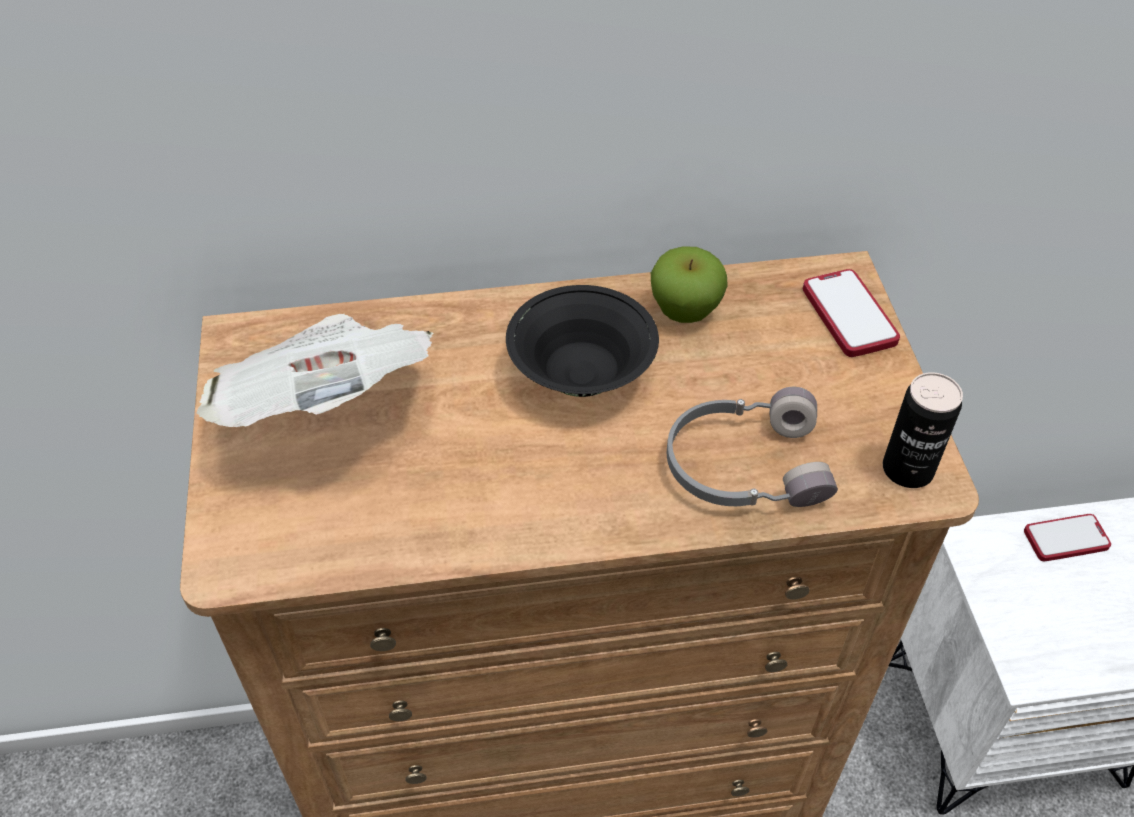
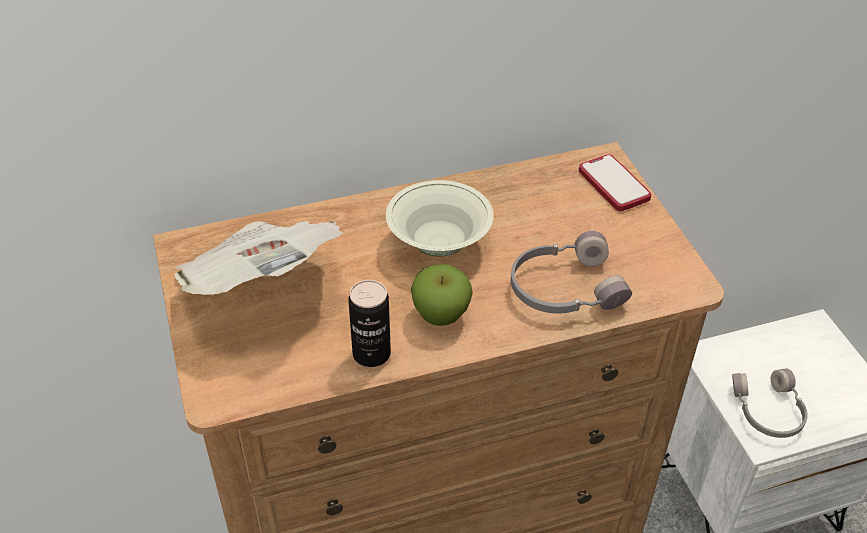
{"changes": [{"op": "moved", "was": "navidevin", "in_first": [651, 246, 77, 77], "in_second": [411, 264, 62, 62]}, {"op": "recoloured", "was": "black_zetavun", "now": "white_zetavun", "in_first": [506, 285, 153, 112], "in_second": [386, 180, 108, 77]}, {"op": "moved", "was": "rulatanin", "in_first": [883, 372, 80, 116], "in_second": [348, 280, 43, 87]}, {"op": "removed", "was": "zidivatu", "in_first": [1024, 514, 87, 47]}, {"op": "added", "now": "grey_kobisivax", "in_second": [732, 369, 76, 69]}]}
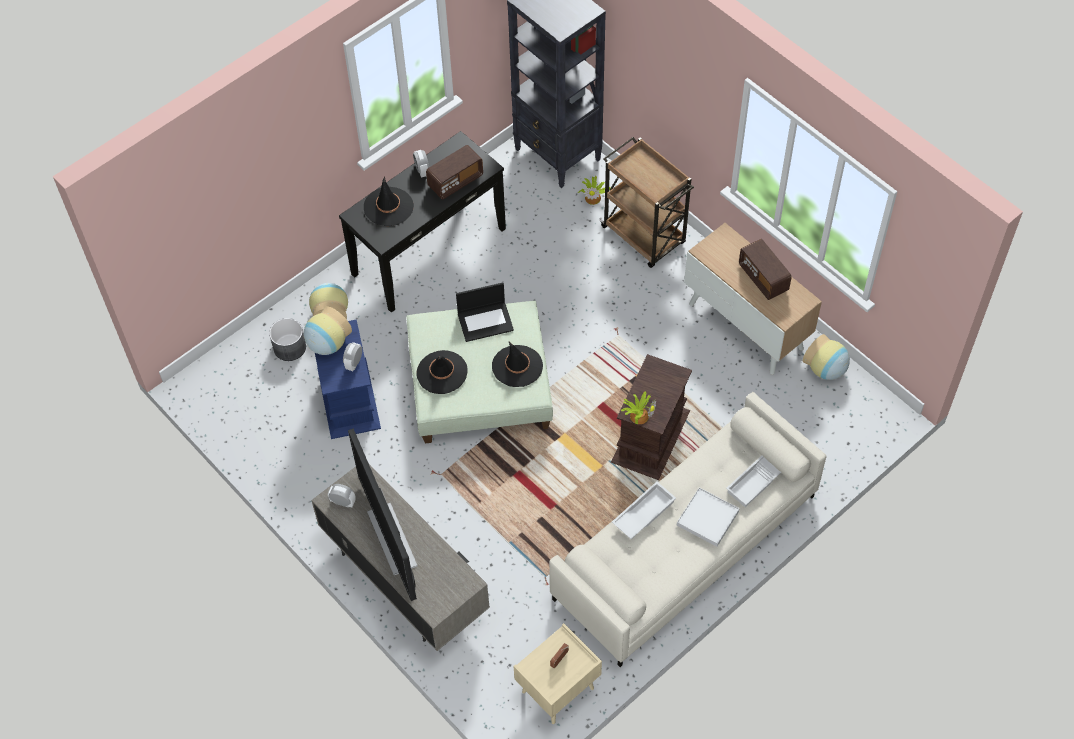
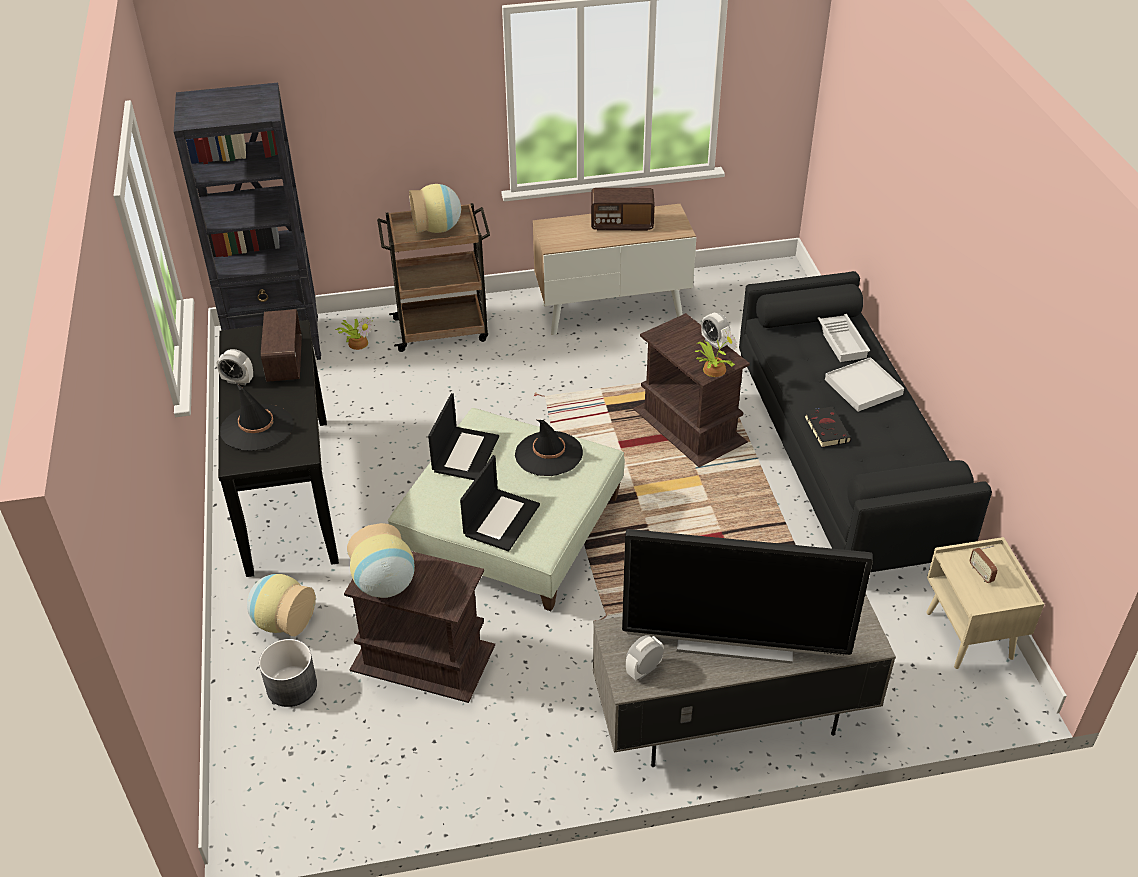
{"changes": [{"op": "recoloured", "was": "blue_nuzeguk", "now": "brown_nuzeguk", "in_first": [315, 319, 66, 120], "in_second": [344, 551, 151, 152]}, {"op": "moved", "was": "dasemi", "in_first": [803, 334, 47, 46], "in_second": [409, 184, 52, 49]}, {"op": "moved", "was": "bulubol", "in_first": [343, 342, 19, 29], "in_second": [701, 313, 29, 36]}, {"op": "replaced", "was": "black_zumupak", "now": "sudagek", "in_first": [417, 350, 51, 44], "in_second": [460, 455, 80, 97]}, {"op": "recoloured", "was": "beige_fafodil", "now": "black_fafodil", "in_first": [549, 392, 278, 275], "in_second": [739, 271, 253, 301]}, {"op": "replaced", "was": "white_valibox", "now": "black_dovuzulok", "in_first": [612, 482, 64, 57], "in_second": [804, 407, 47, 41]}]}
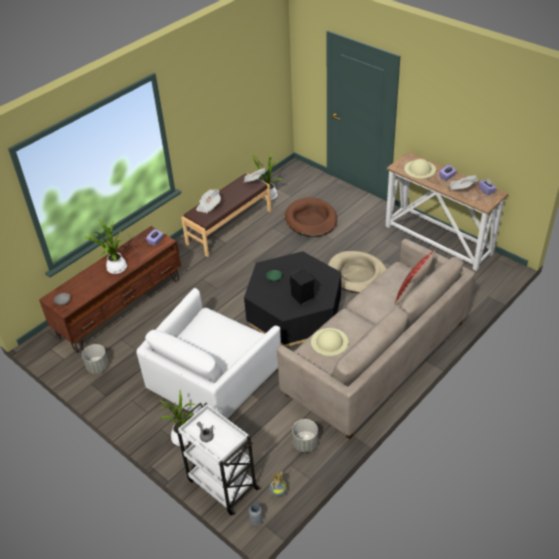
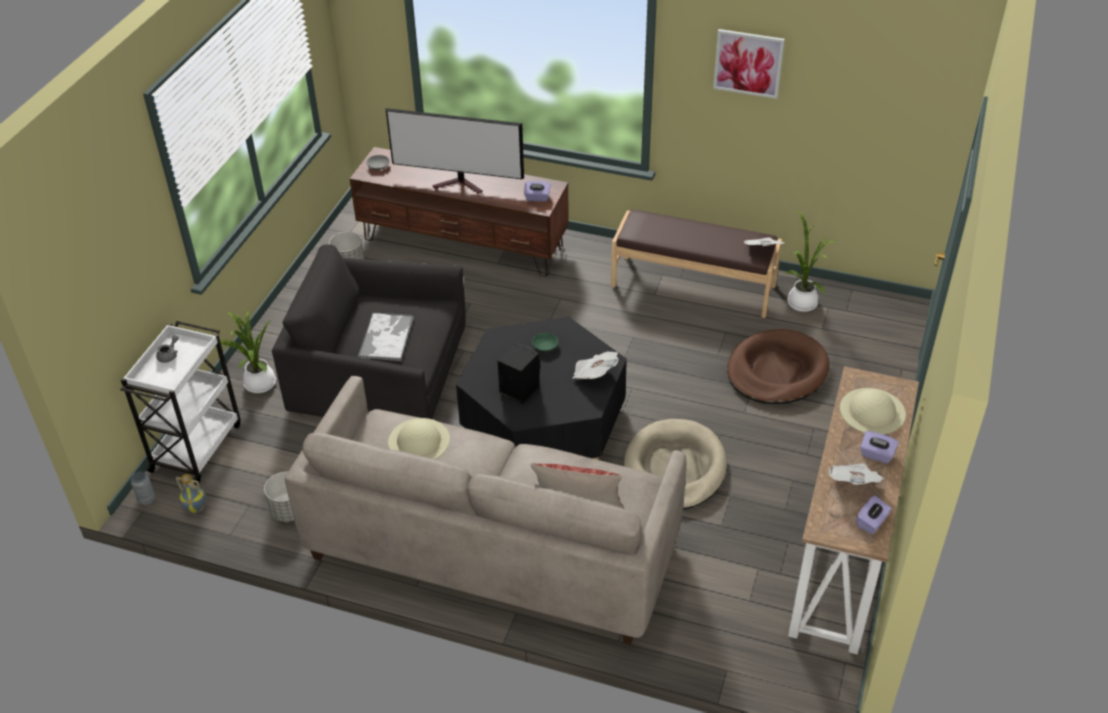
{"changes": [{"op": "moved", "was": "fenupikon", "in_first": [196, 189, 25, 25], "in_second": [572, 351, 46, 28]}, {"op": "replaced", "was": "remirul", "now": "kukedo", "in_first": [85, 219, 42, 55], "in_second": [386, 108, 138, 86]}, {"op": "recoloured", "was": "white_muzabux", "now": "black_muzabux", "in_first": [136, 288, 145, 131], "in_second": [272, 244, 194, 175]}, {"op": "added", "now": "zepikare", "in_second": [713, 29, 72, 70]}, {"op": "added", "now": "valibox", "in_second": [358, 313, 56, 48]}]}
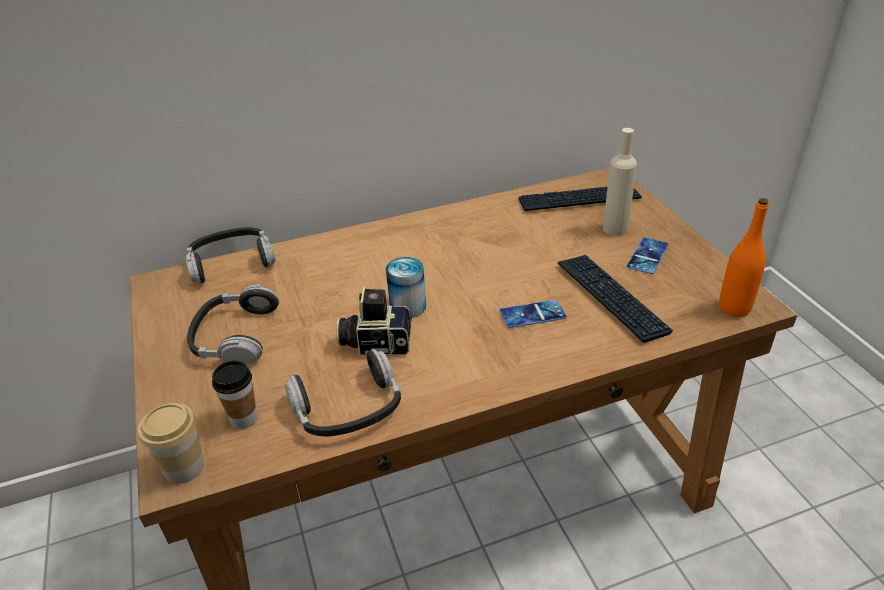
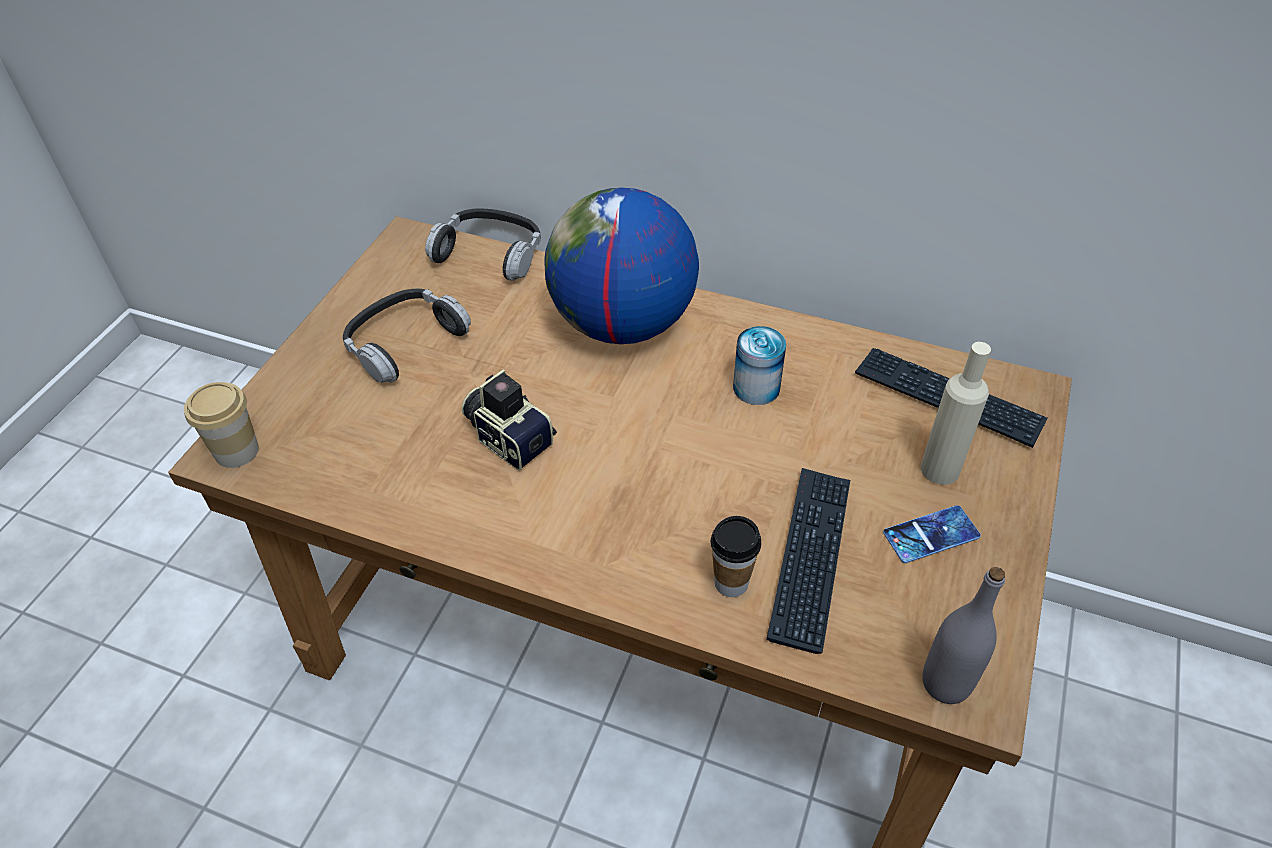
{"changes": [{"op": "recoloured", "was": "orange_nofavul", "now": "grey_nofavul", "in_first": [719, 198, 50, 119], "in_second": [922, 567, 83, 137]}, {"op": "moved", "was": "rulatanin", "in_first": [386, 257, 40, 61], "in_second": [733, 326, 53, 79]}, {"op": "removed", "was": "zidivatu", "in_first": [500, 300, 66, 28]}, {"op": "removed", "was": "kobisivax", "in_first": [285, 349, 116, 88]}, {"op": "moved", "was": "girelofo", "in_first": [212, 360, 45, 69], "in_second": [711, 516, 50, 81]}, {"op": "added", "now": "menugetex", "in_second": [544, 187, 155, 157]}]}
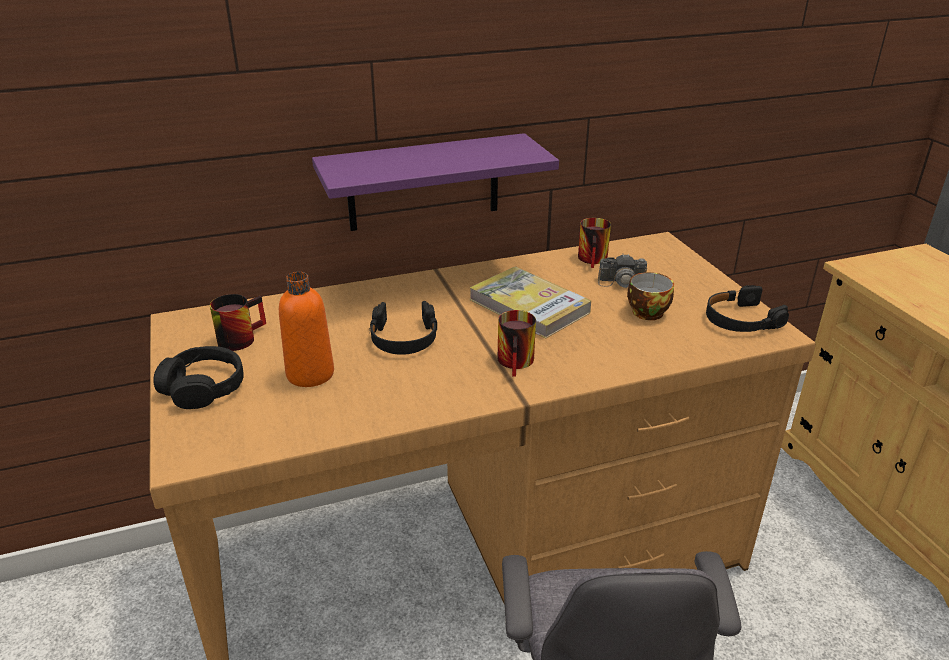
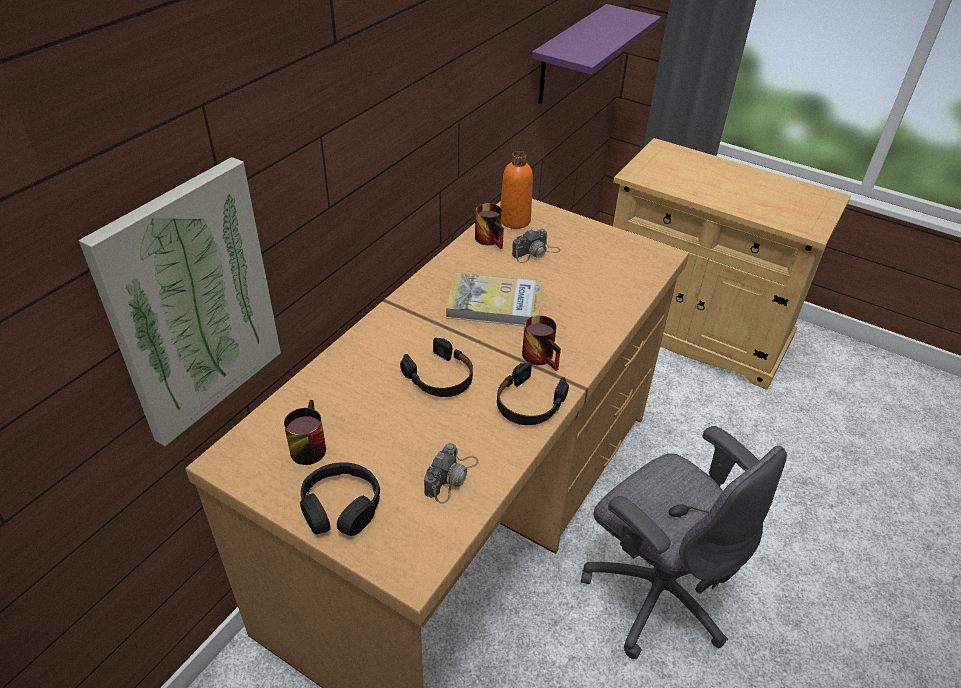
{"changes": [{"op": "moved", "was": "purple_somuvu", "in_first": [312, 133, 247, 98], "in_second": [532, 4, 129, 100]}, {"op": "moved", "was": "orange_nofavul", "in_first": [279, 272, 55, 115], "in_second": [500, 151, 33, 78]}, {"op": "removed", "was": "girelofo", "in_first": [627, 272, 47, 48]}, {"op": "moved", "was": "black_kobisivax", "in_first": [706, 285, 83, 47], "in_second": [497, 362, 72, 63]}, {"op": "added", "now": "zepikare", "in_second": [78, 157, 203, 289]}, {"op": "added", "now": "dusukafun", "in_second": [424, 443, 55, 61]}]}
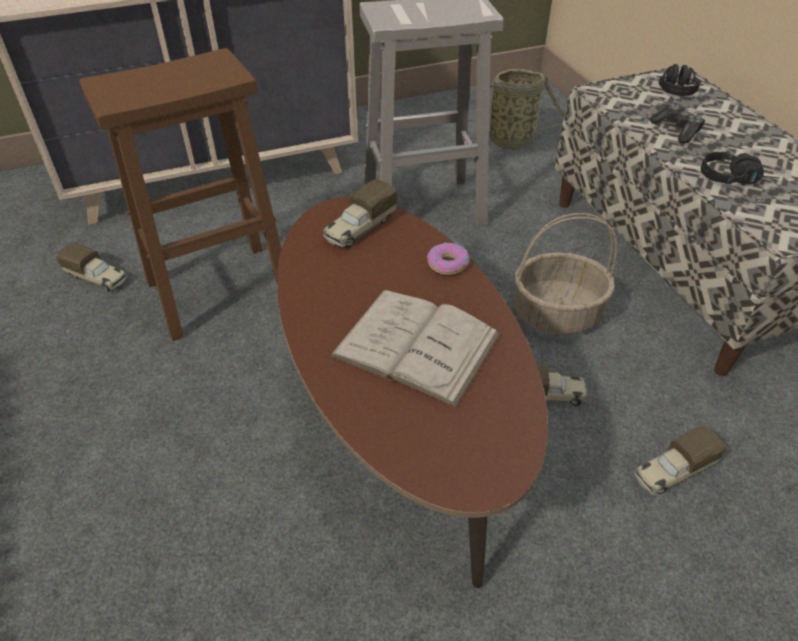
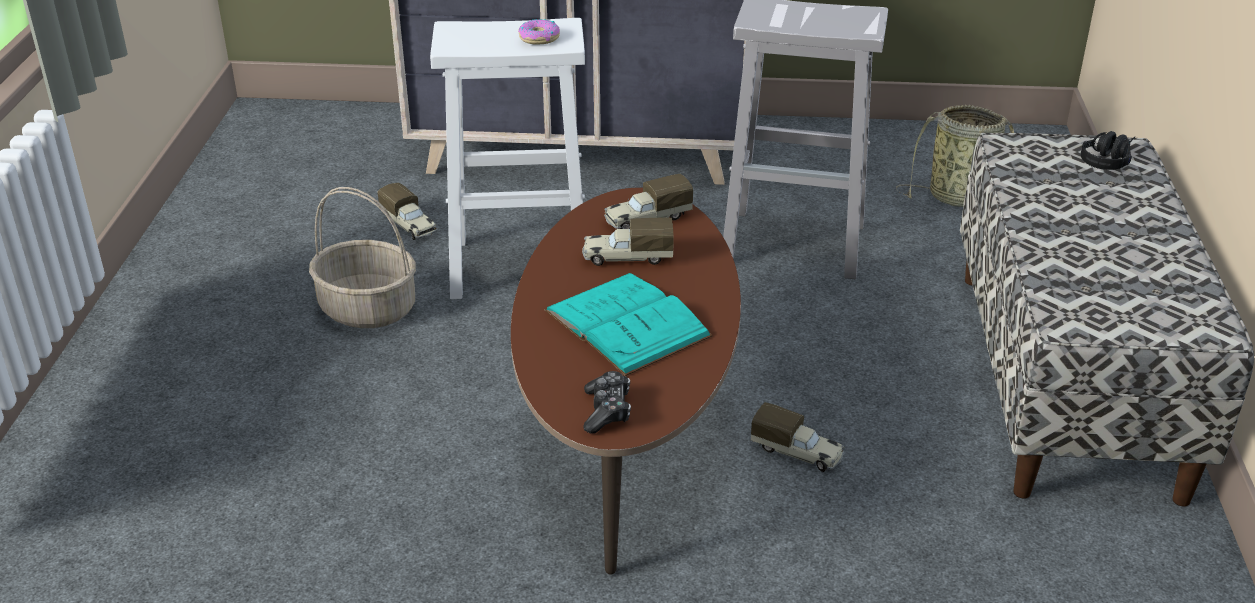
{"changes": [{"op": "recoloured", "was": "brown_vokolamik", "now": "white_vokolamik", "in_first": [79, 48, 203, 293], "in_second": [430, 18, 155, 281]}, {"op": "moved", "was": "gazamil", "in_first": [650, 103, 55, 40], "in_second": [583, 371, 48, 63]}, {"op": "removed", "was": "black_kobisivax", "in_first": [701, 152, 79, 33]}, {"op": "moved", "was": "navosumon", "in_first": [515, 213, 103, 122], "in_second": [309, 187, 107, 141]}, {"op": "moved", "was": "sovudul", "in_first": [427, 242, 42, 33], "in_second": [518, 19, 42, 26]}, {"op": "recoloured", "was": "white_dovuzulok", "now": "turquoise_dovuzulok", "in_first": [329, 290, 172, 119], "in_second": [545, 273, 167, 103]}, {"op": "moved", "was": "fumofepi", "in_first": [633, 425, 93, 70], "in_second": [582, 218, 92, 48]}]}
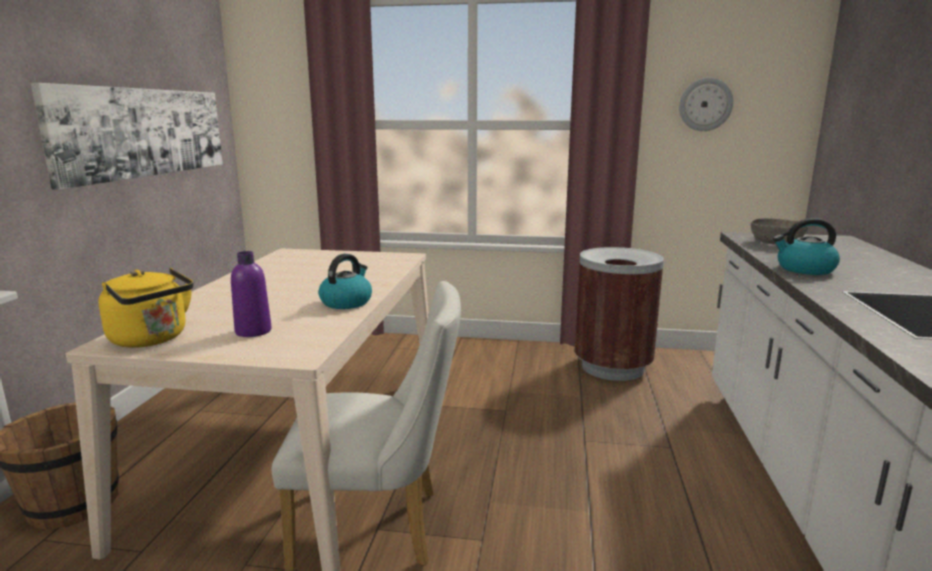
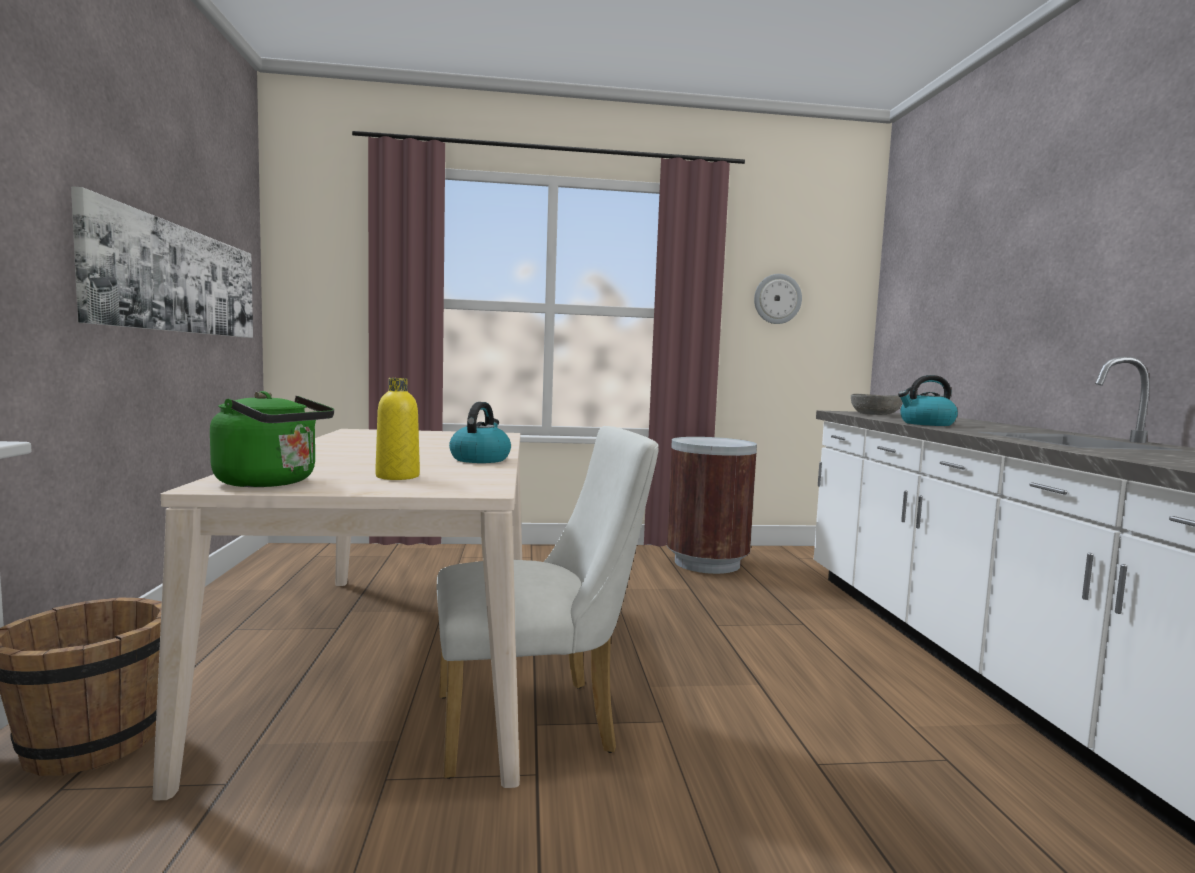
{"changes": [{"op": "recoloured", "was": "purple_nofavul", "now": "yellow_nofavul", "in_first": [231, 251, 41, 86], "in_second": [375, 378, 45, 102]}, {"op": "recoloured", "was": "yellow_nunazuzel", "now": "green_nunazuzel", "in_first": [99, 268, 95, 80], "in_second": [210, 391, 124, 96]}]}
